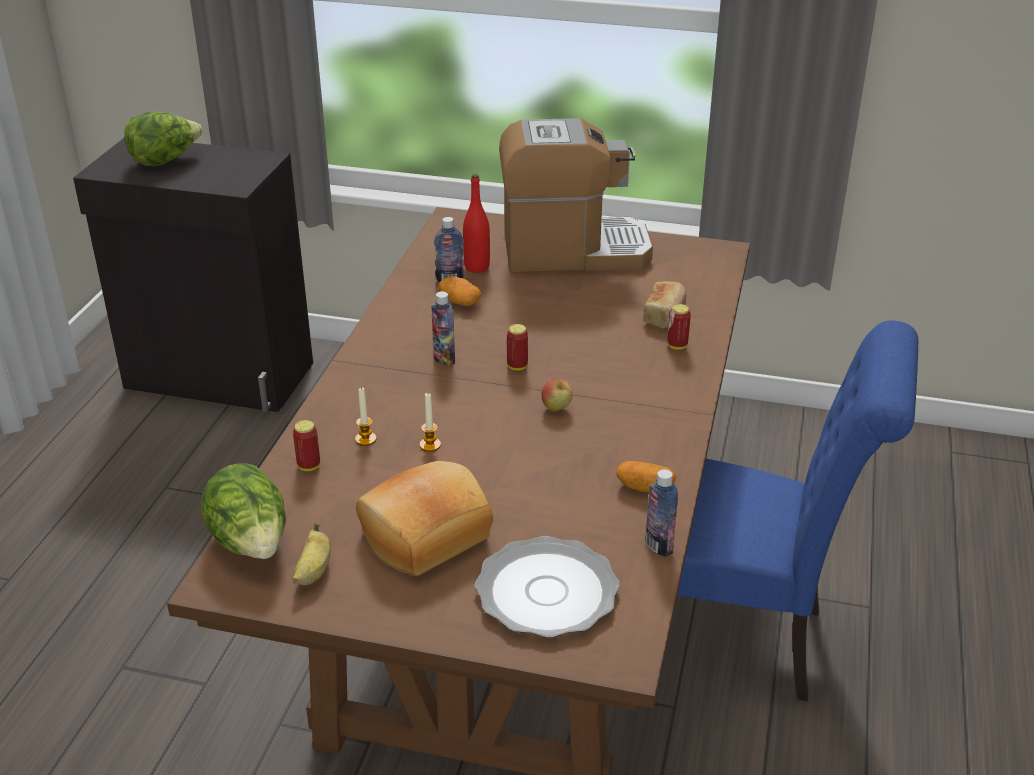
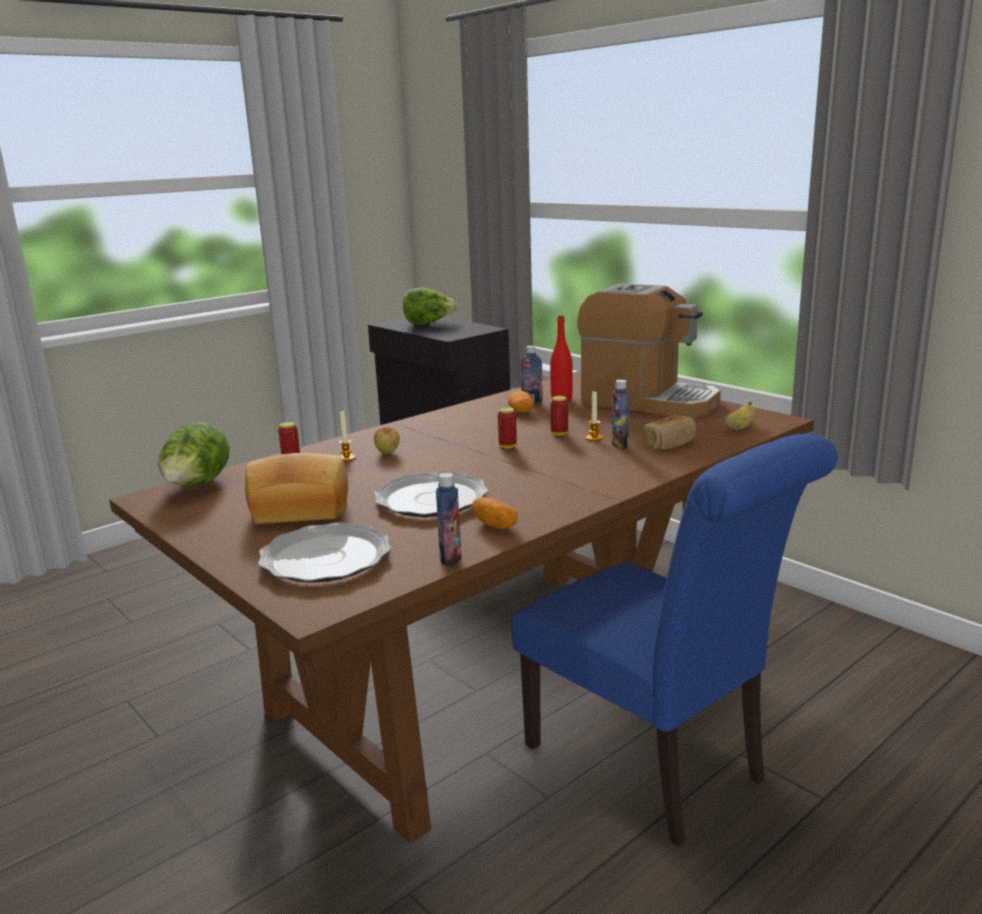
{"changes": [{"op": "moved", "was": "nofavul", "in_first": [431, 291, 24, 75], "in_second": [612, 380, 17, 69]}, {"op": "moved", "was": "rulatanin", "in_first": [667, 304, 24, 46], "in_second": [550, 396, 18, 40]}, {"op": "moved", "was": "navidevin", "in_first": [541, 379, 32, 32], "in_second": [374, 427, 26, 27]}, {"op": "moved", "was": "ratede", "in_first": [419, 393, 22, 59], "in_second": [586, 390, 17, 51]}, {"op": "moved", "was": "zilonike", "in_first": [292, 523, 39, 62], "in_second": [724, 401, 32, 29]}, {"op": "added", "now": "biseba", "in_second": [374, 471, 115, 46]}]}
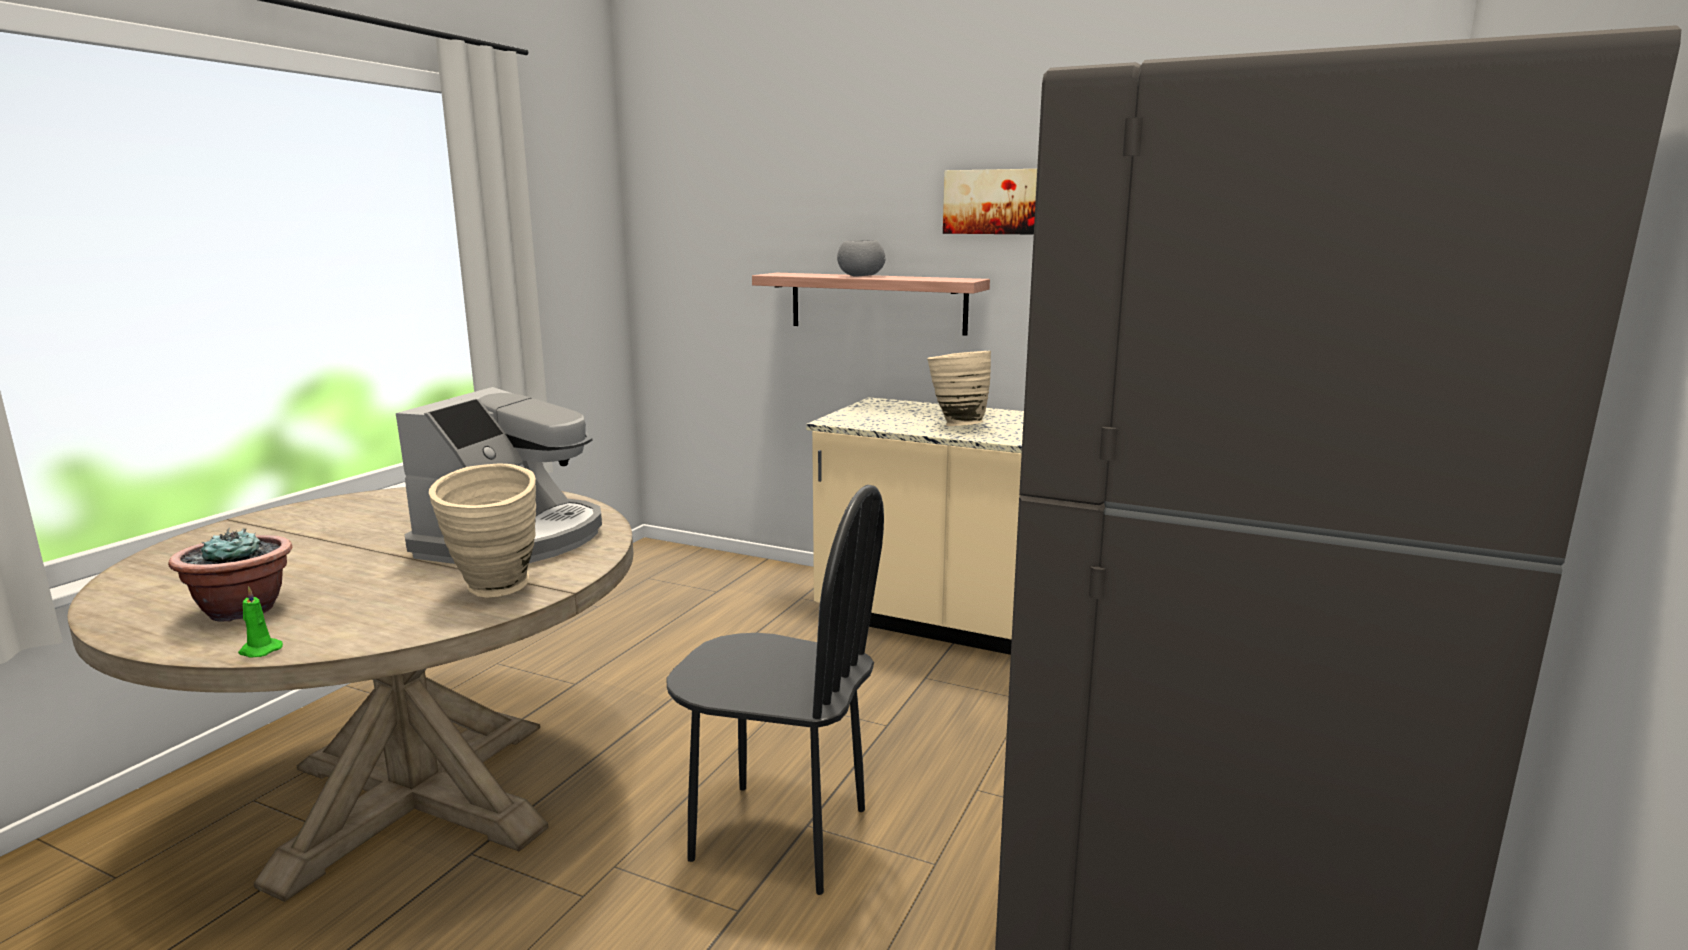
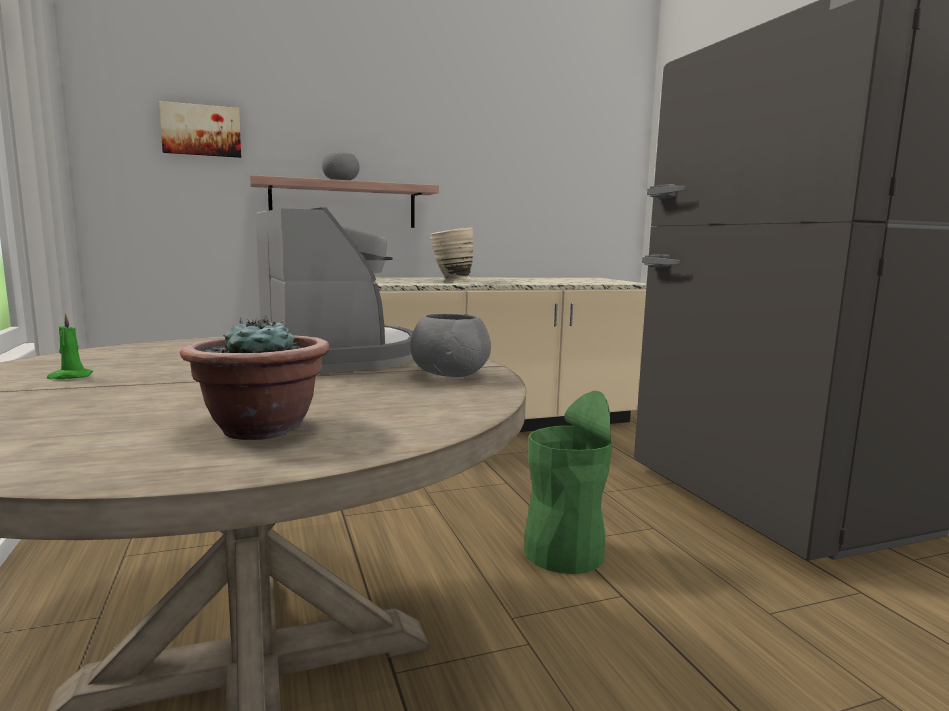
{"changes": [{"op": "moved", "was": "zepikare", "in_first": [943, 169, 94, 65], "in_second": [159, 101, 82, 57]}, {"op": "replaced", "was": "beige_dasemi", "now": "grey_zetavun", "in_first": [429, 464, 107, 134], "in_second": [410, 314, 81, 63]}, {"op": "replaced", "was": "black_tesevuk", "now": "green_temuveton", "in_first": [666, 485, 218, 410], "in_second": [524, 391, 89, 183]}, {"op": "moved", "was": "green_ratede", "in_first": [238, 586, 45, 72], "in_second": [47, 313, 46, 66]}]}
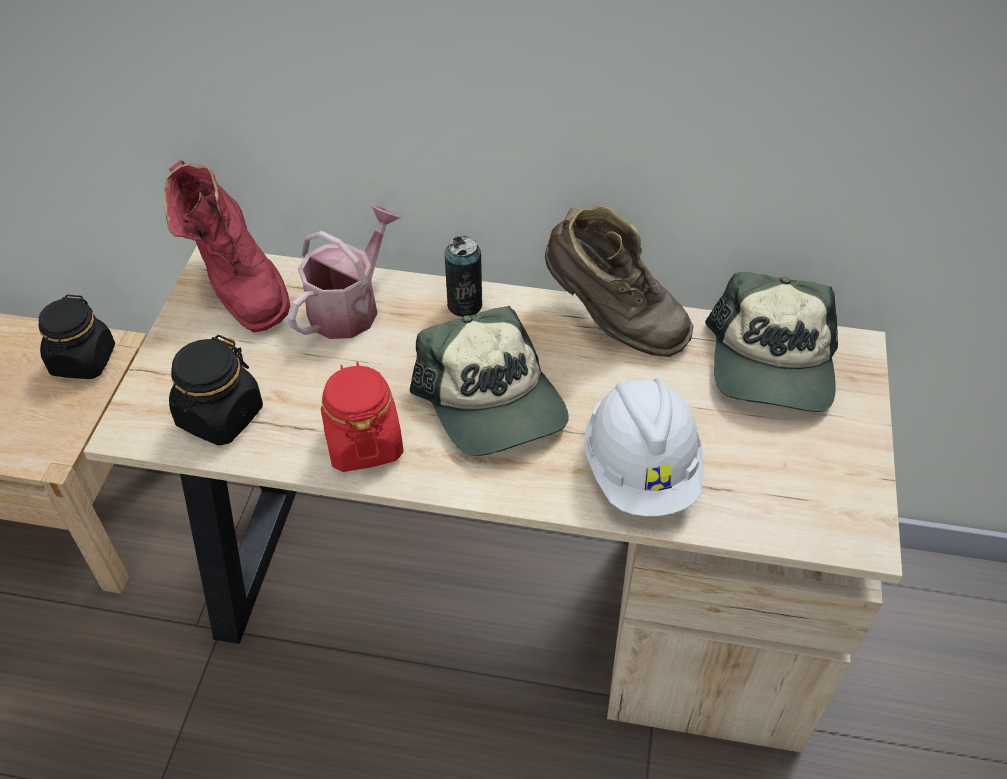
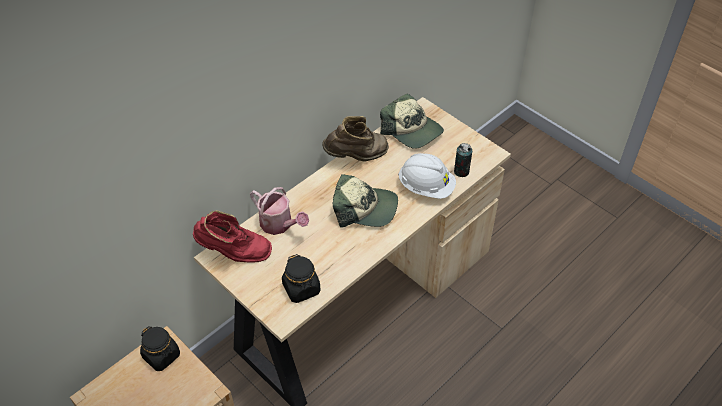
{"changes": [{"op": "turned", "was": "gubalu", "in_first": [288, 206, 113, 133], "in_second": [250, 187, 59, 48], "clockwise": 150}, {"op": "moved", "was": "rulatanin", "in_first": [445, 236, 37, 81], "in_second": [454, 143, 18, 34]}, {"op": "removed", "was": "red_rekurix", "in_first": [321, 362, 82, 110]}]}
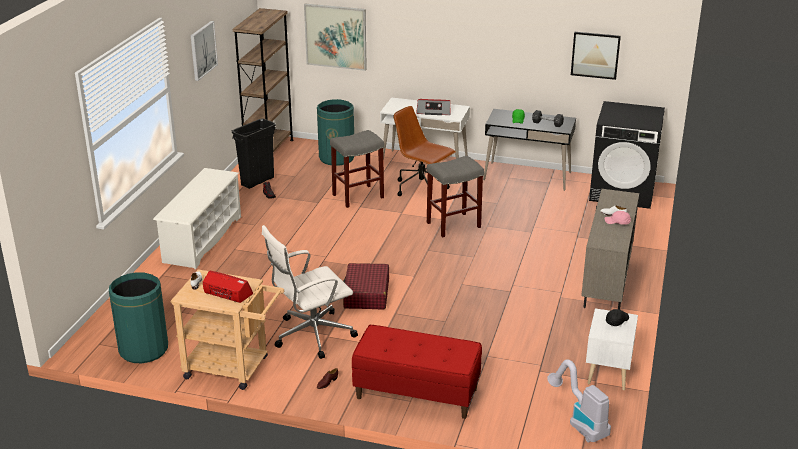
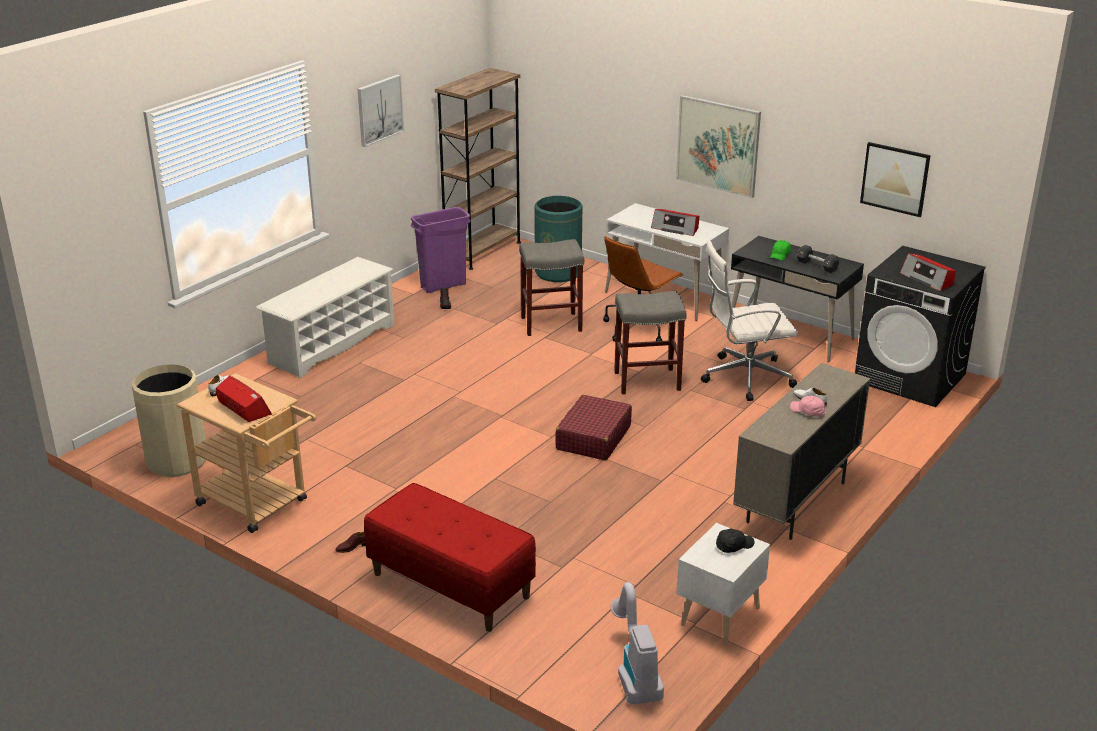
{"changes": [{"op": "moved", "was": "zepikare", "in_first": [304, 4, 63, 67], "in_second": [676, 95, 85, 103]}, {"op": "turned", "was": "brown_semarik", "in_first": [393, 106, 63, 90], "in_second": [603, 236, 81, 106], "clockwise": -105}, {"op": "recoloured", "was": "black_temuveton", "now": "purple_temuveton", "in_first": [232, 119, 44, 70], "in_second": [411, 207, 60, 86]}, {"op": "moved", "was": "white_semarik", "in_first": [262, 225, 96, 134], "in_second": [701, 240, 97, 161]}, {"op": "moved", "was": "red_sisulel", "in_first": [343, 263, 46, 46], "in_second": [555, 395, 77, 65]}, {"op": "recoloured", "was": "green_temuveton", "now": "beige_temuveton", "in_first": [109, 272, 59, 91], "in_second": [132, 365, 74, 112]}, {"op": "added", "now": "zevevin", "in_second": [900, 253, 56, 38]}]}
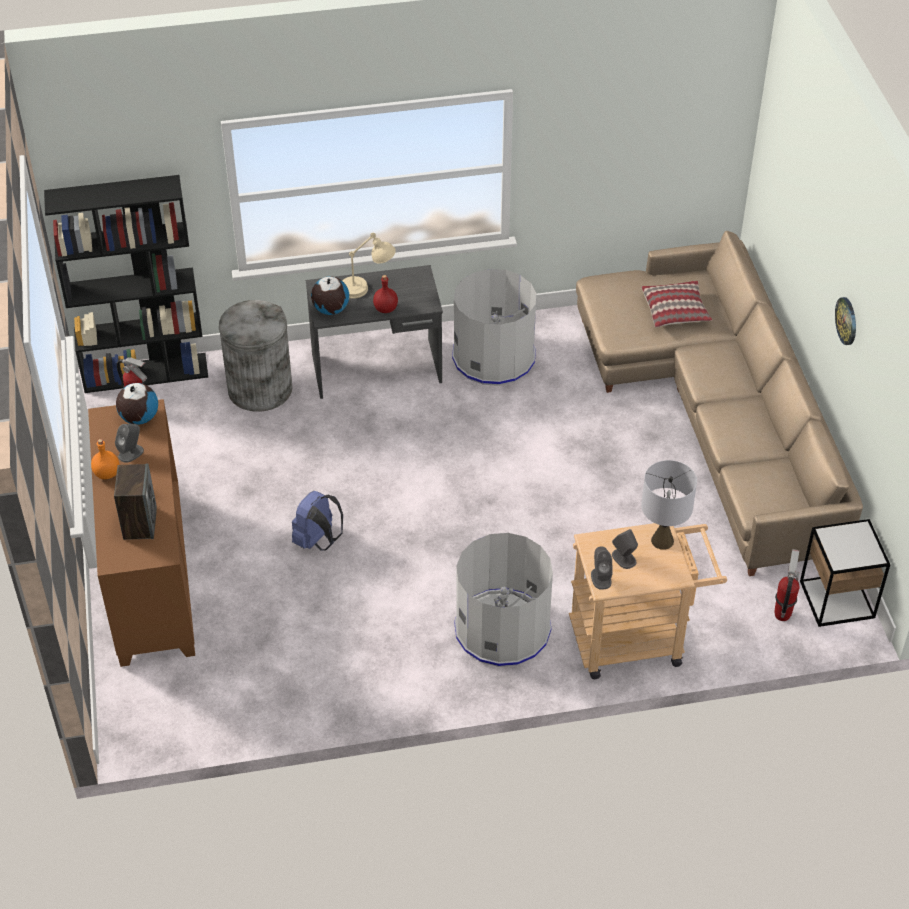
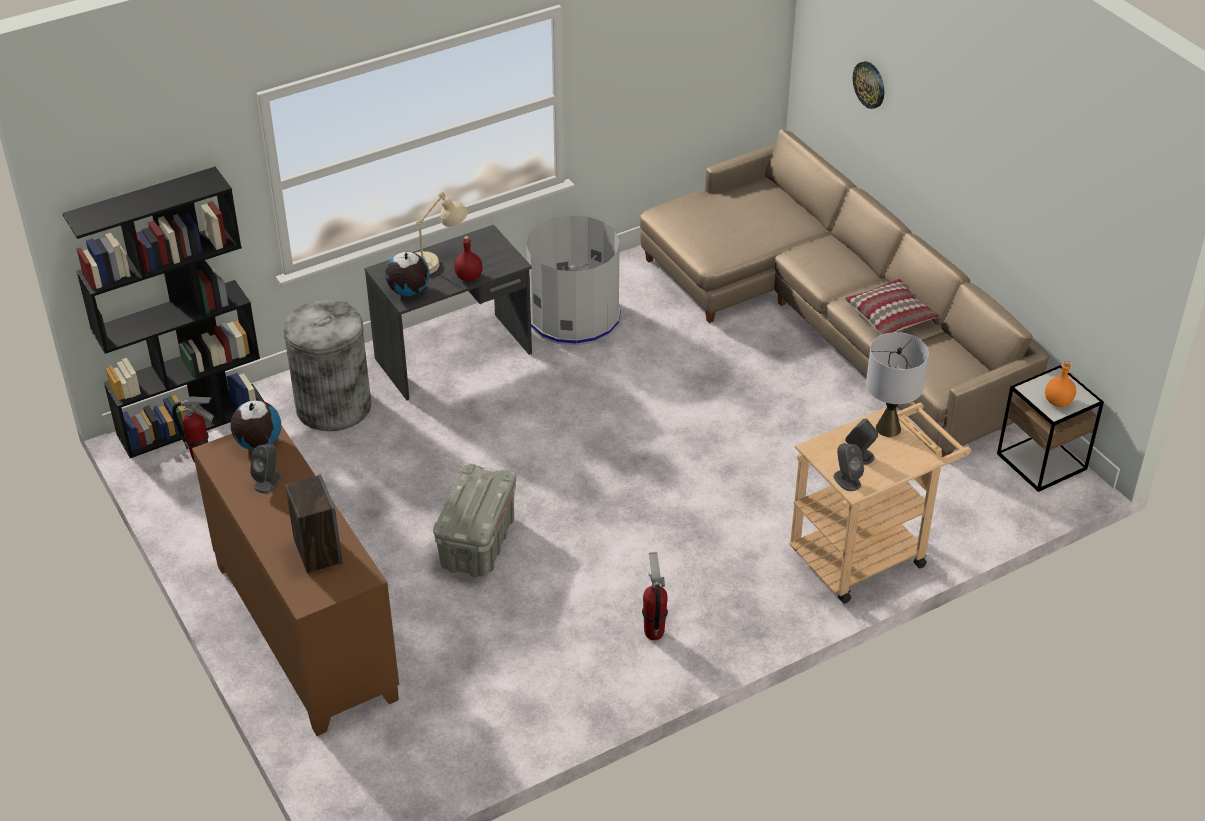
{"changes": [{"op": "moved", "was": "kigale", "in_first": [641, 281, 71, 46], "in_second": [844, 279, 96, 56]}, {"op": "moved", "was": "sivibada", "in_first": [835, 297, 21, 48], "in_second": [853, 61, 31, 48]}, {"op": "moved", "was": "orange_nofavul", "in_first": [91, 439, 29, 40], "in_second": [1045, 361, 31, 46]}, {"op": "replaced", "was": "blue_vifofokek", "now": "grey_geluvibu", "in_first": [292, 491, 51, 60], "in_second": [433, 464, 83, 113]}, {"op": "removed", "was": "grey_temuveton", "in_first": [454, 533, 99, 134]}, {"op": "moved", "was": "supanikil", "in_first": [774, 549, 25, 72], "in_second": [642, 552, 26, 88]}]}
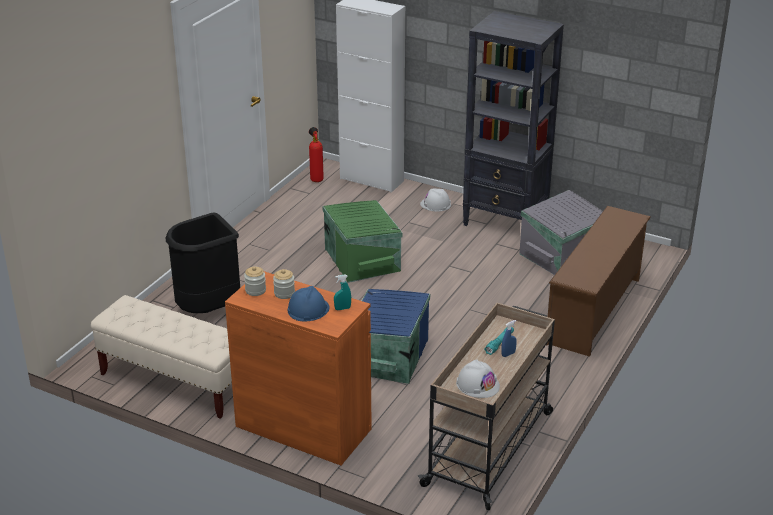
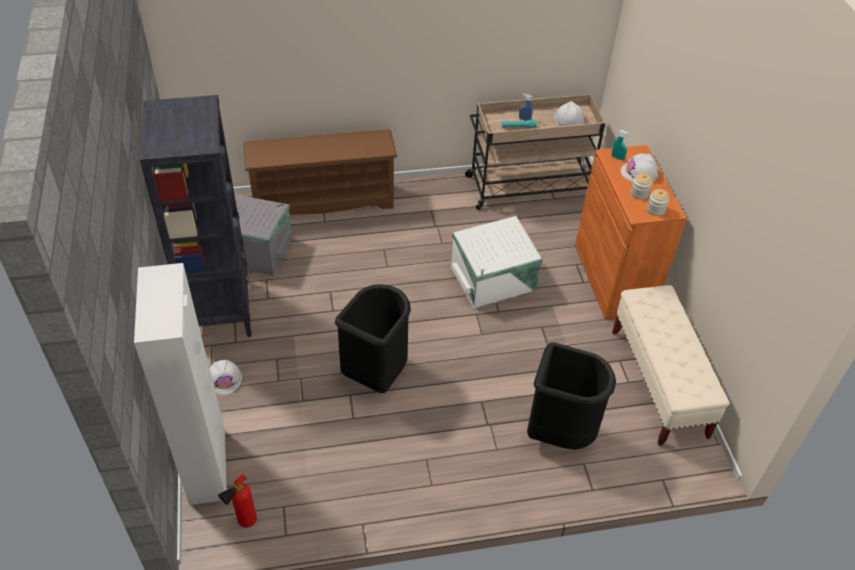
{"changes": [{"op": "replaced", "was": "green_geluvibu", "now": "black_temuveton", "in_first": [323, 200, 80, 83], "in_second": [335, 284, 76, 109]}, {"op": "recoloured", "was": "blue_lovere", "now": "white_lovere", "in_first": [288, 286, 42, 35], "in_second": [621, 154, 37, 28]}, {"op": "recoloured", "was": "blue_geluvibu", "now": "white_geluvibu", "in_first": [362, 289, 68, 95], "in_second": [451, 216, 92, 93]}]}
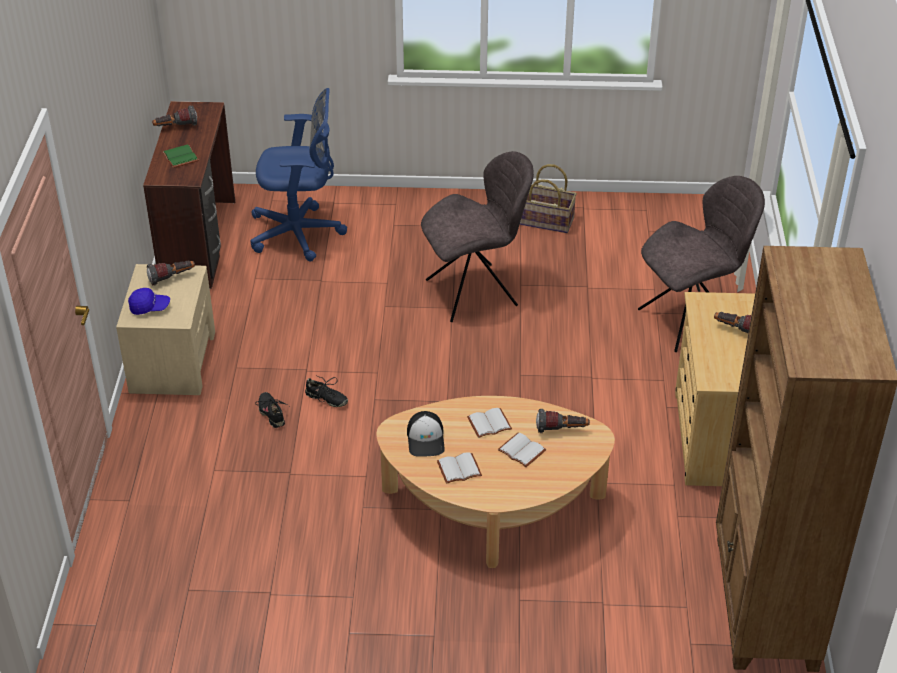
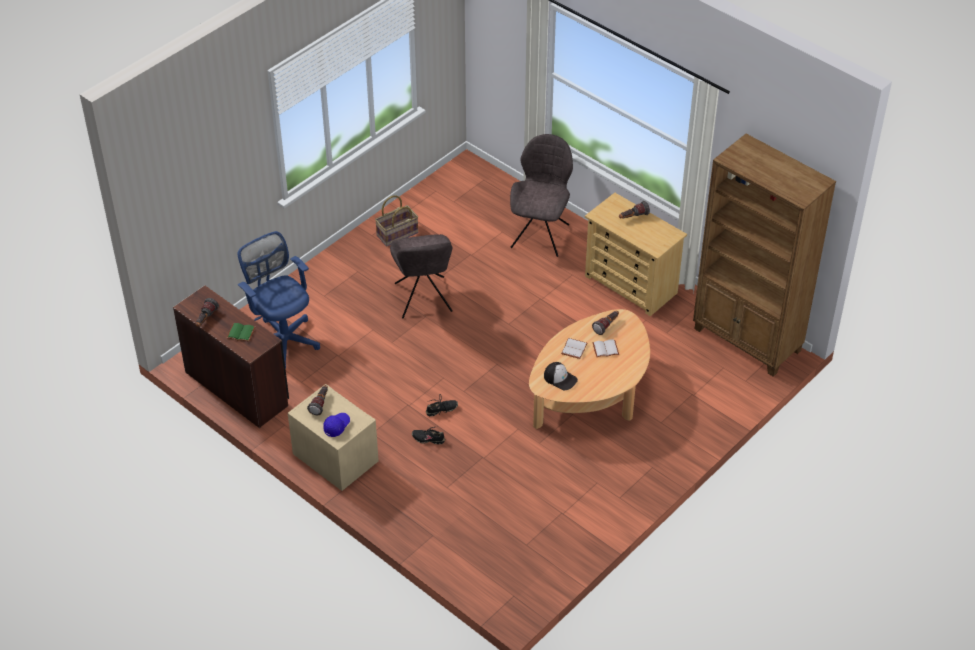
{"changes": [{"op": "turned", "was": "blue_semarik", "in_first": [250, 88, 97, 173], "in_second": [237, 231, 83, 138], "clockwise": -75}, {"op": "turned", "was": "grey_tesevuk", "in_first": [421, 151, 113, 171], "in_second": [390, 234, 63, 84], "clockwise": 150}, {"op": "removed", "was": "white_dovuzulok", "in_first": [437, 452, 45, 32]}]}
